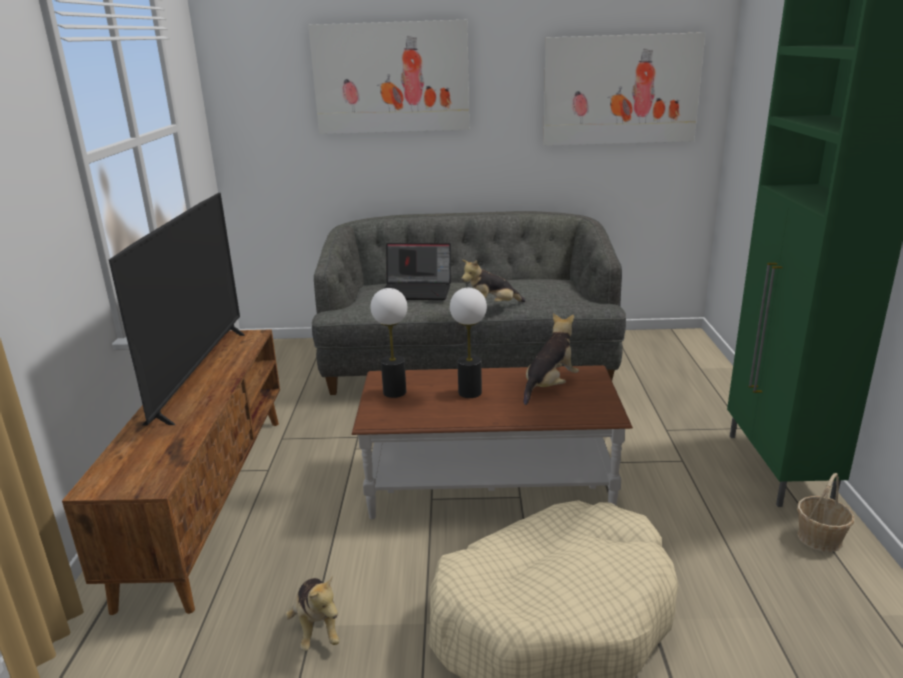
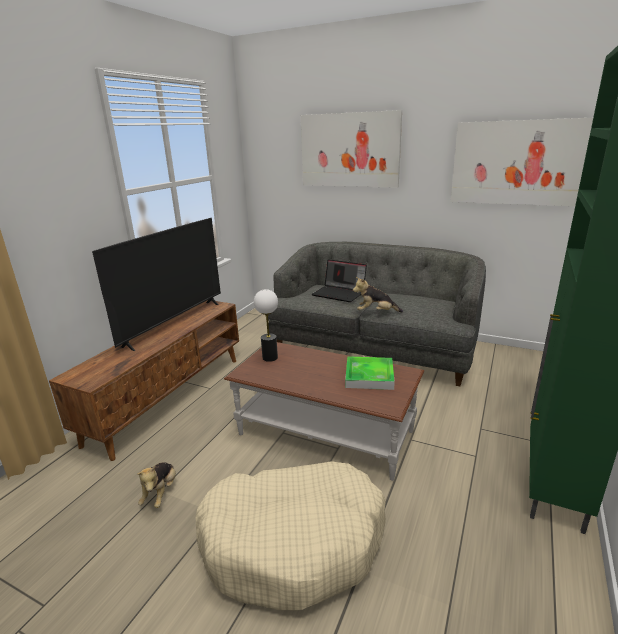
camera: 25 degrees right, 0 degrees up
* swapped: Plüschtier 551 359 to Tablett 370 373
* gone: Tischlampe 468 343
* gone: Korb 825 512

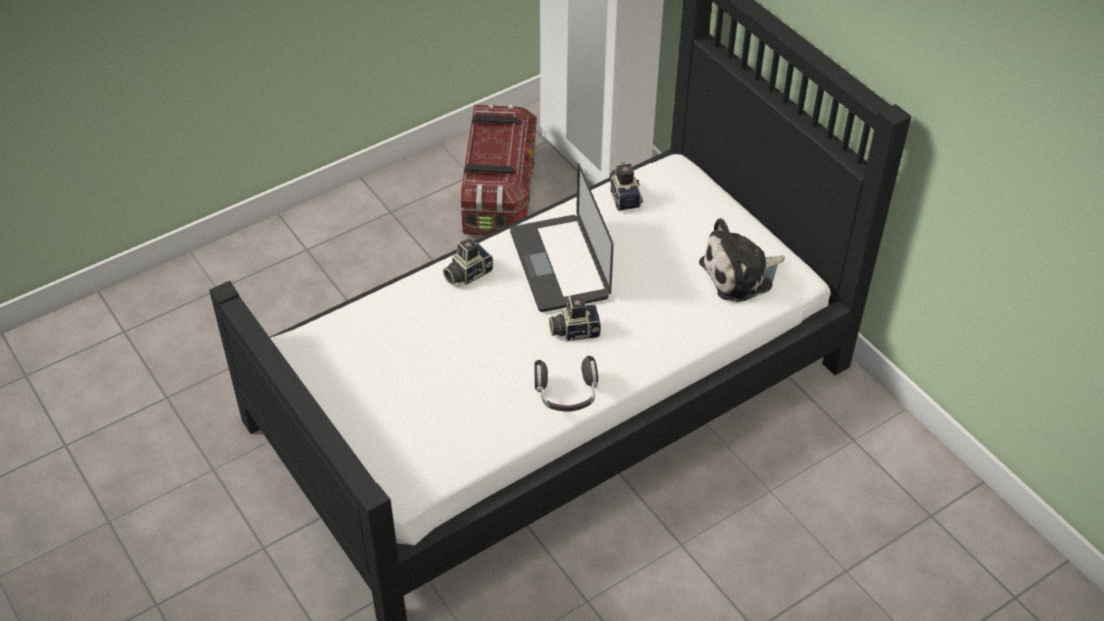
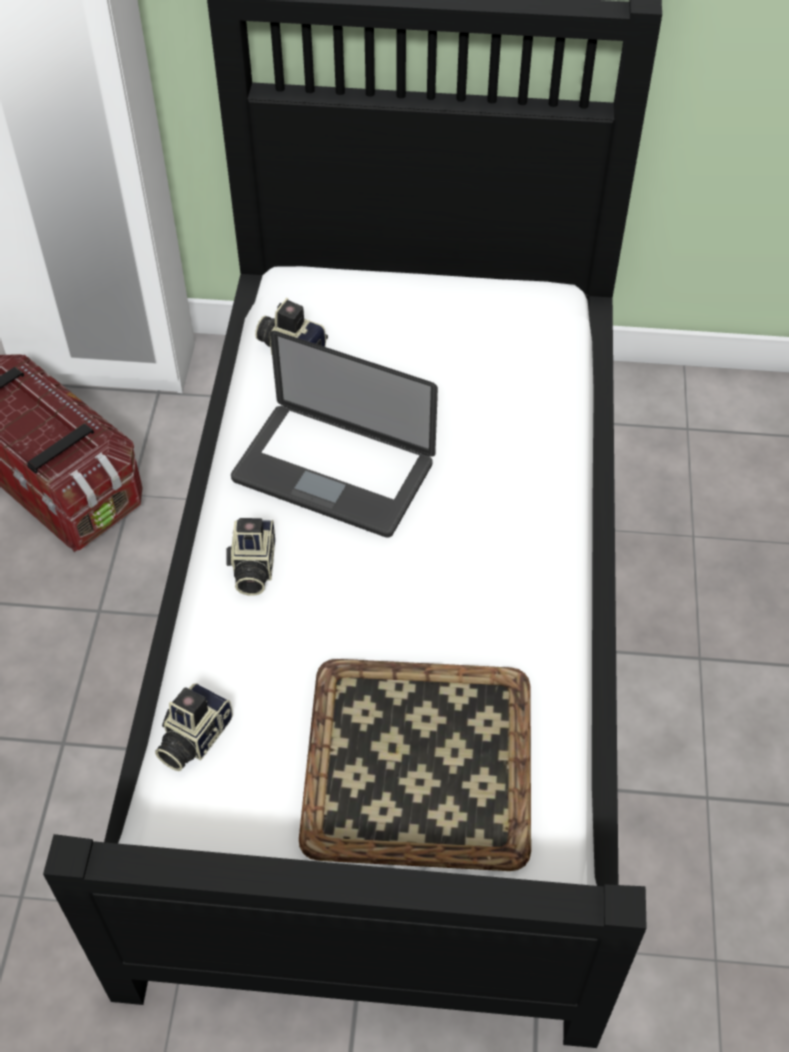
camera: 50 degrees left, 5 degrees up
* shifted: Kamera 575 318 to 194 727
* new: Tablett 415 765
* gone: Kopfhörer 566 384
* gone: Plüschtier 742 260

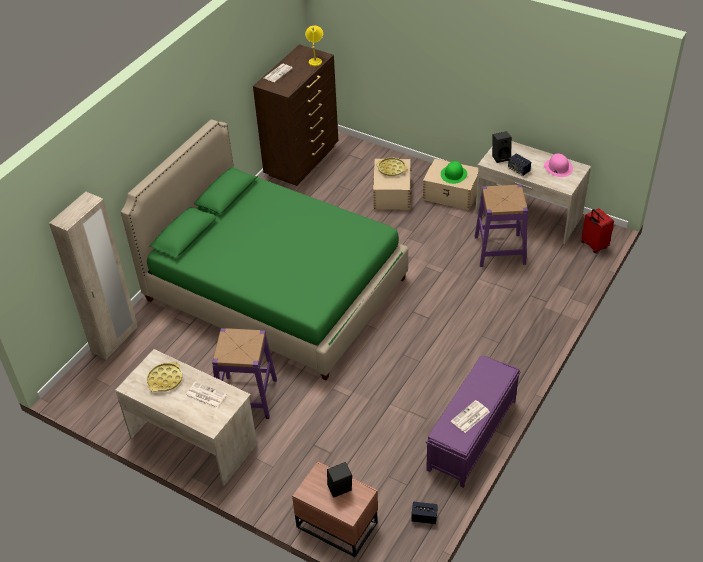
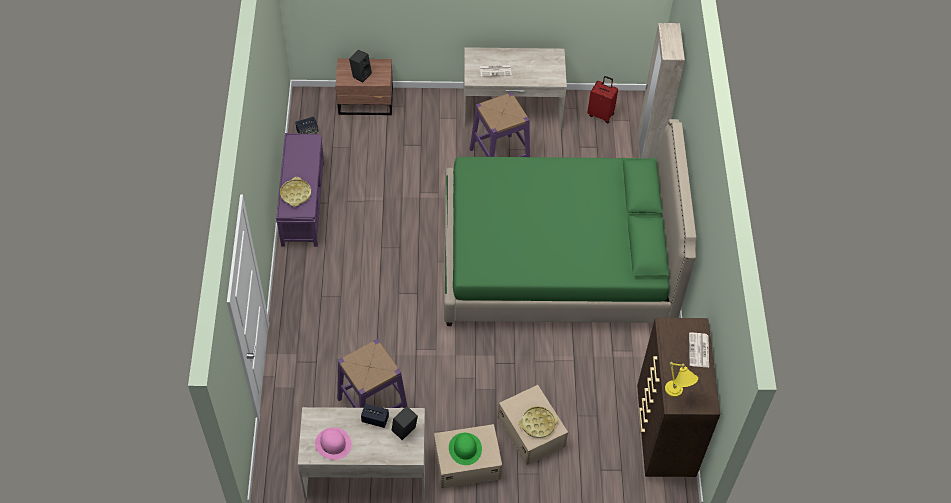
camera: 145 degrees right, 10 degrees up
* shifted: Tablett [gelb] 164 377 to 295 192
* shifted: Koffer [rot] 597 230 to 602 100
* gone: Zeitung 470 416

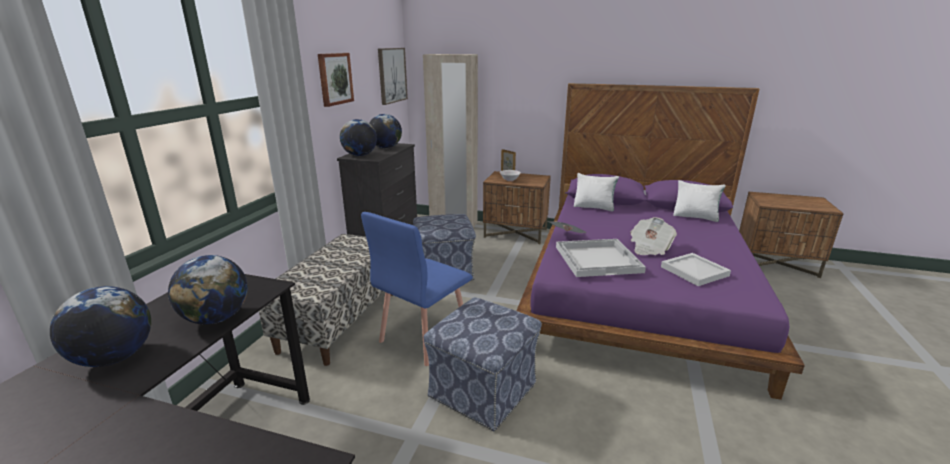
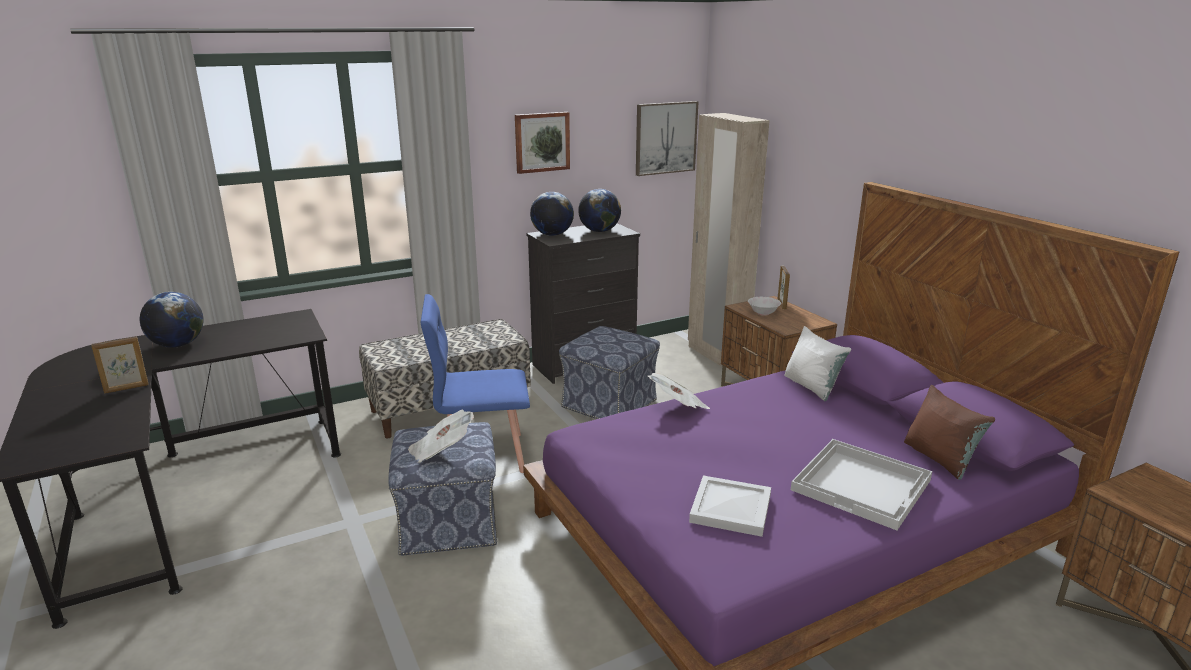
camera: 45 degrees right, 0 degrees up
* new: Bilderrahmen 120 365
* shifted: Zeitung 653 236 to 441 436
* shifted: Tablett [weiß] 601 258 to 861 484
* repainted: Kissen [weiß] 699 201 to Kissen [braun] 949 432
* gone: Globus 208 290

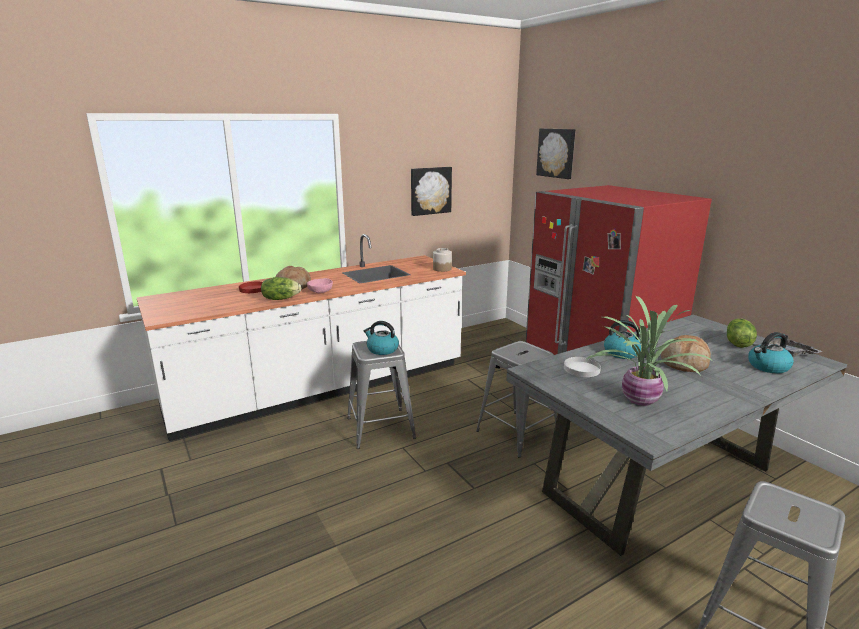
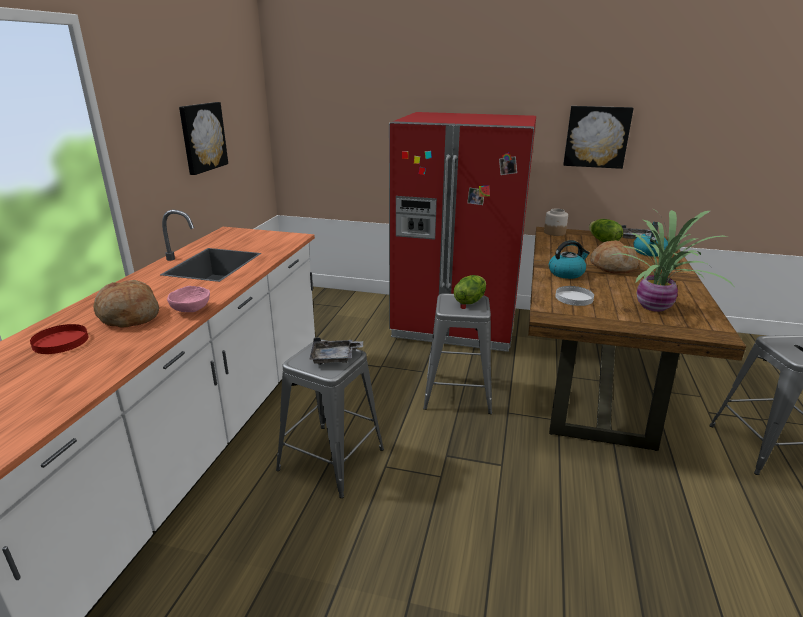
camera: 45 degrees left, 5 degrees up
* swapped: Wasserkessel 381 338 to Tablett [grau] 336 350
* shifted: Salatkopf 281 288 to 470 289
* repainted: Esstisch [grau] 676 435 to Esstisch [braun] 637 339
* shifted: Vorratsglas 442 260 to 556 222
* shifted: Bild 555 154 to 598 137

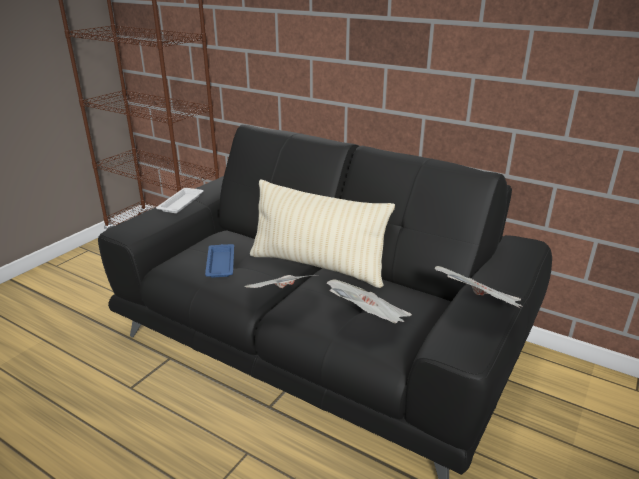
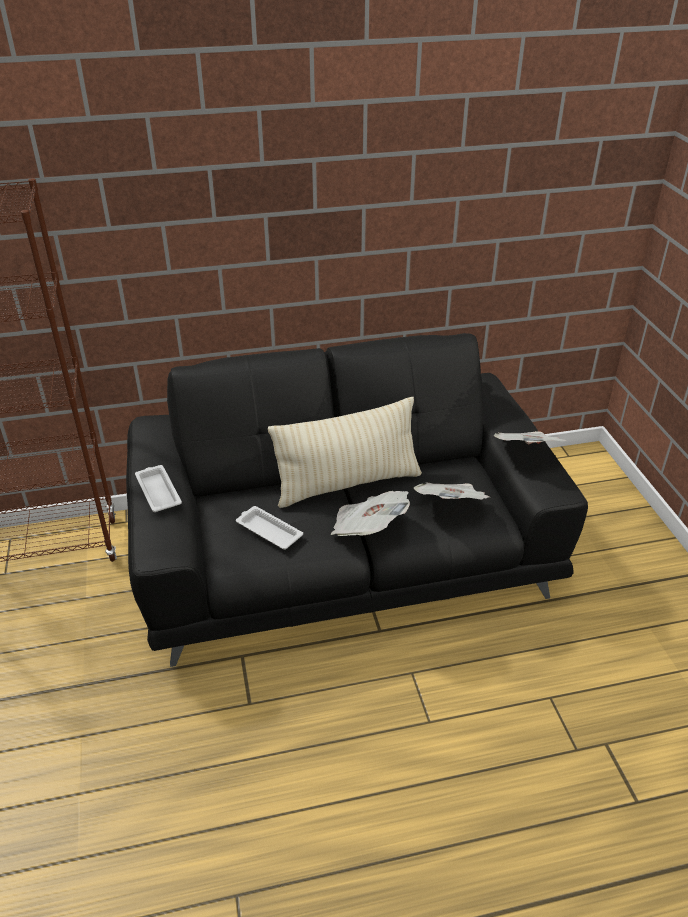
camera: 45 degrees left, 10 degrees up
* repainted: Tablett [blau] 219 261 to Tablett [weiß] 269 528

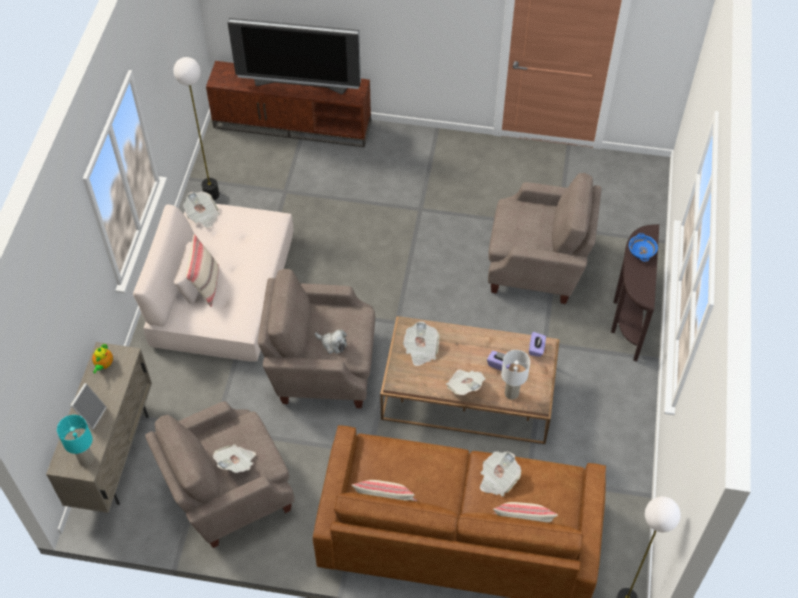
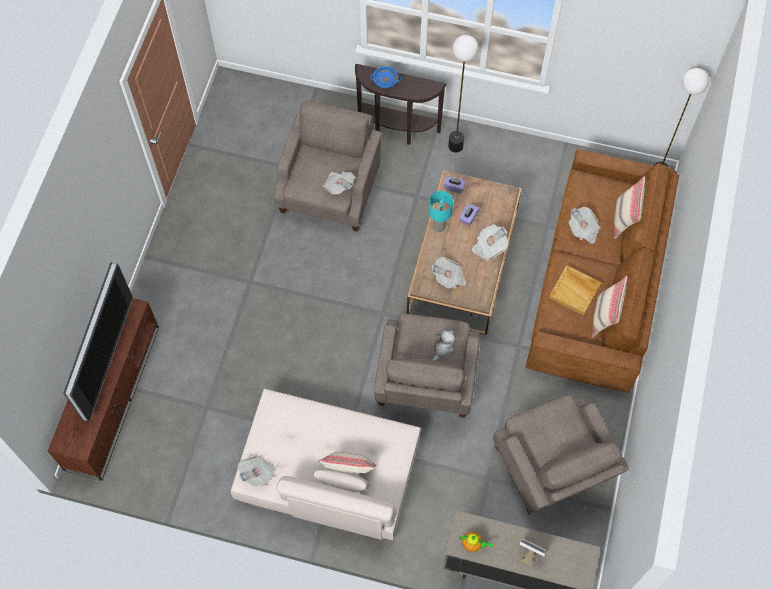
camera: 85 degrees left, 10 degrees up
* shifted: Zeitung 234 458 to 338 183
* shifted: Tischlampe [türkis] 75 440 to 441 211
* shifted: Stehlampe 196 128 to 463 93
* new: Tablett [beige] 575 290
* gone: Tischlampe [weiß] 515 374

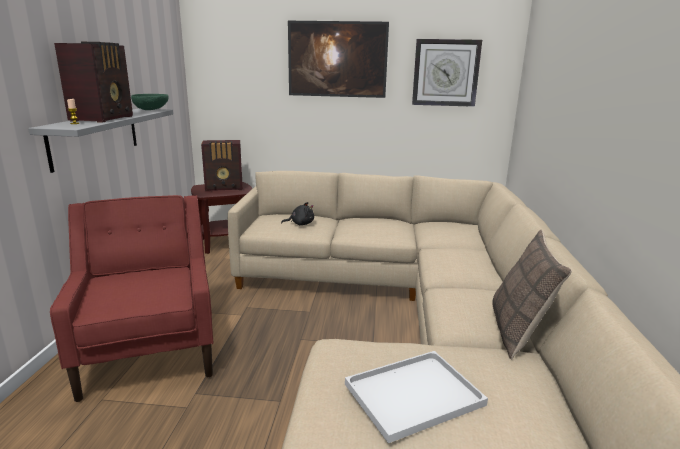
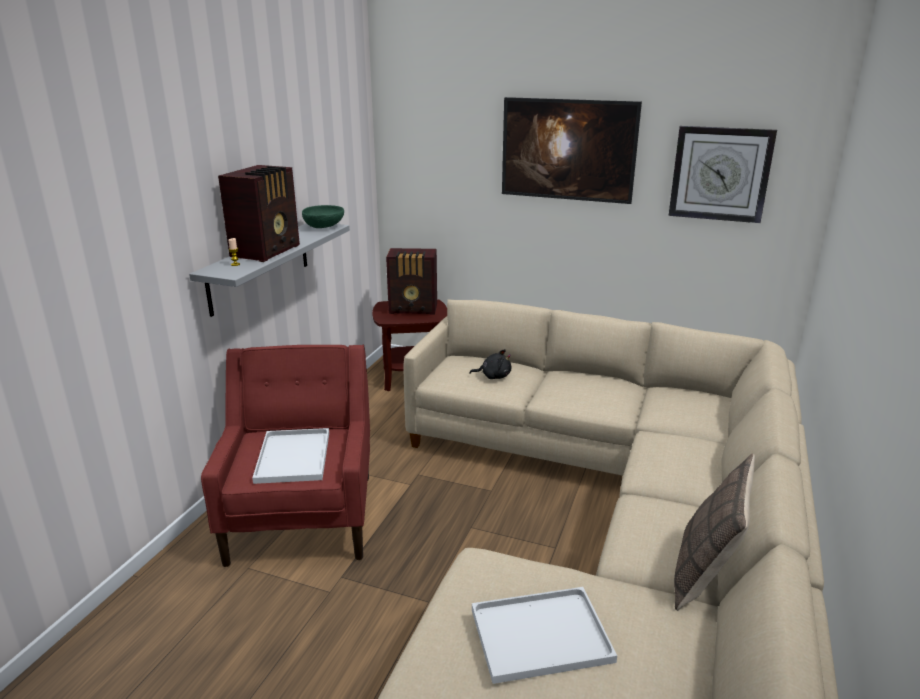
camera: 15 degrees right, 5 degrees up
* new: Tablett [weiß] 290 456

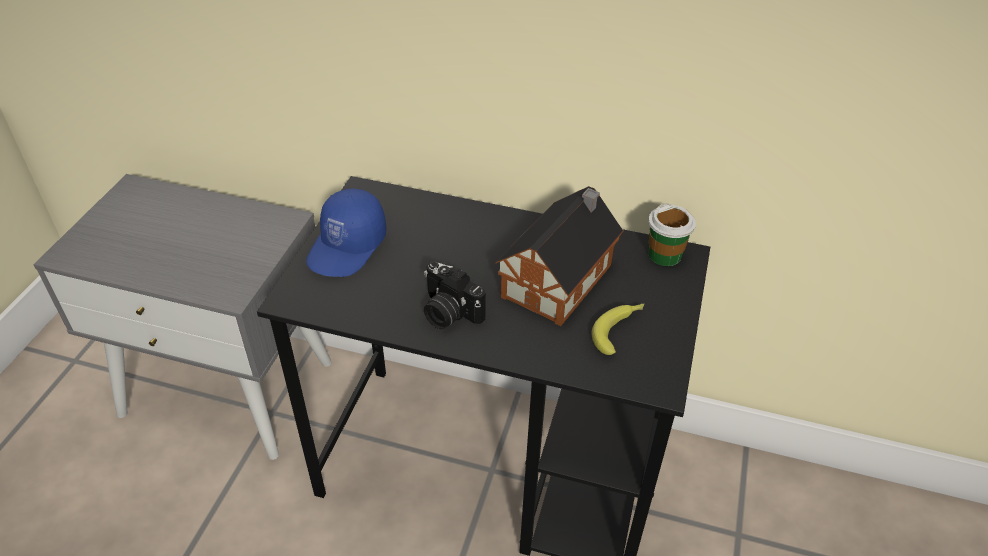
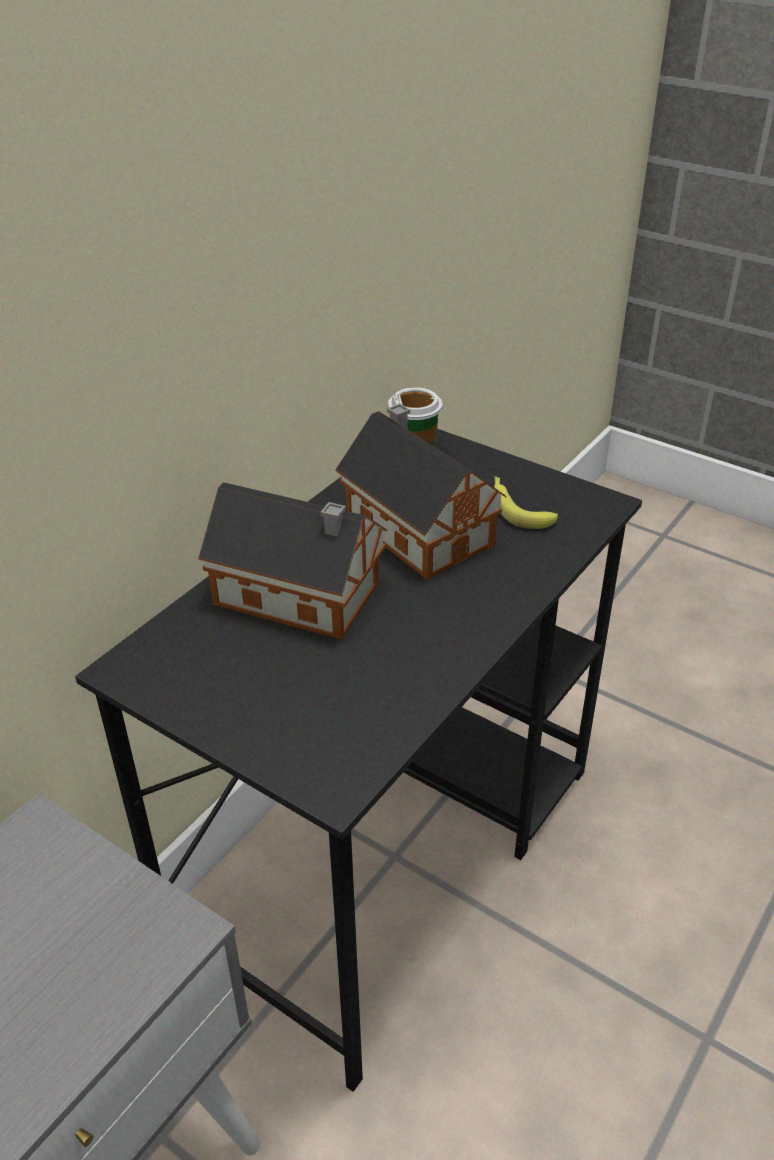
camera: 70 degrees left, 5 degrees down
* new: Spielzeughaus 292 560
* gone: Kappe [blau] 346 232
* gone: Kamera 455 295

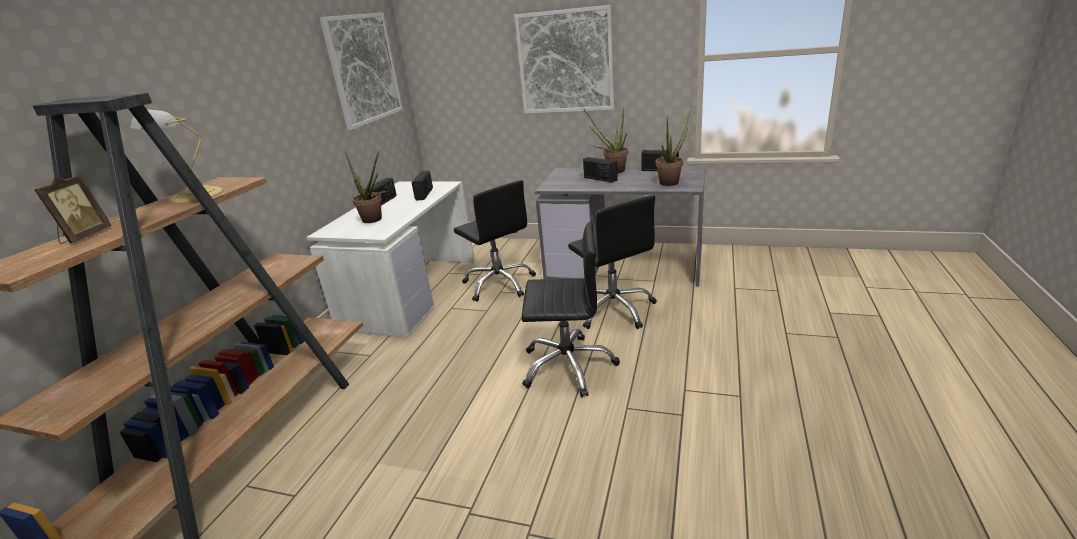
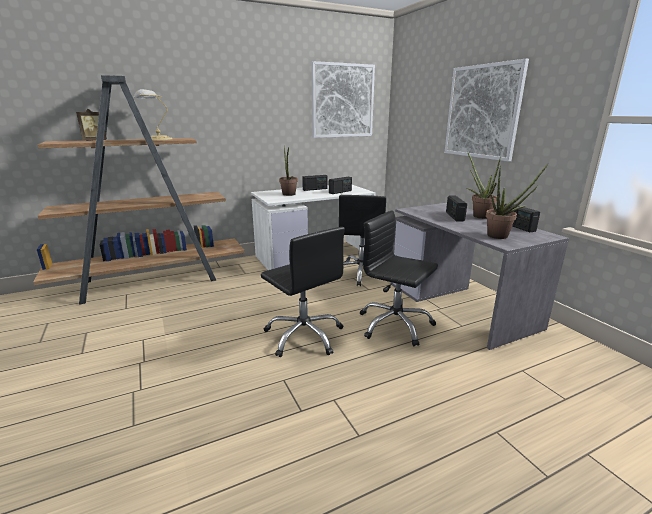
camera: 45 degrees right, 5 degrees down
* rotated: Bürostuhl [schwarz] 612 262 = 399 278 105 degrees clockwise

